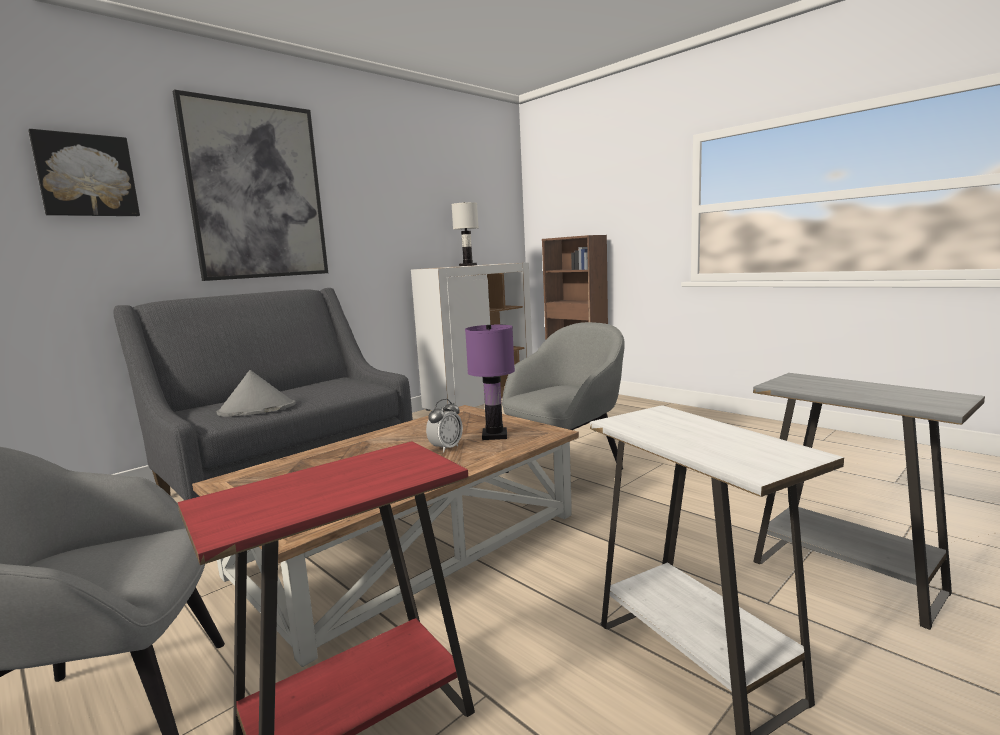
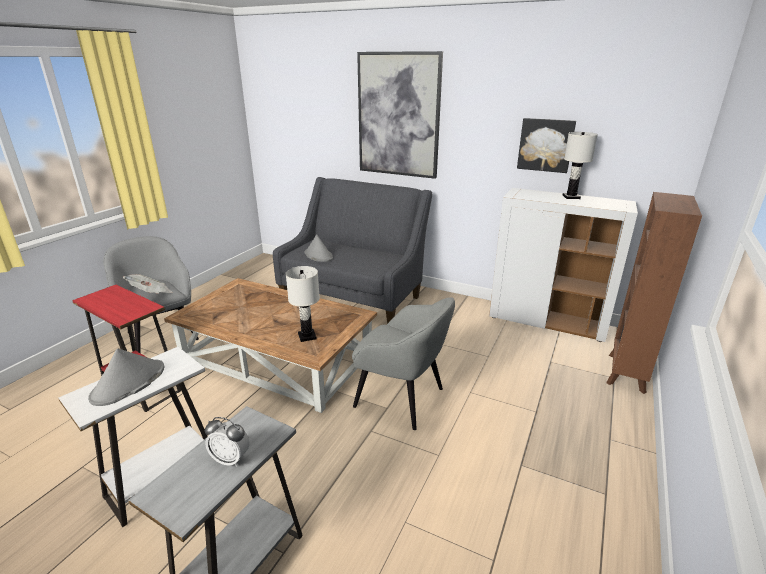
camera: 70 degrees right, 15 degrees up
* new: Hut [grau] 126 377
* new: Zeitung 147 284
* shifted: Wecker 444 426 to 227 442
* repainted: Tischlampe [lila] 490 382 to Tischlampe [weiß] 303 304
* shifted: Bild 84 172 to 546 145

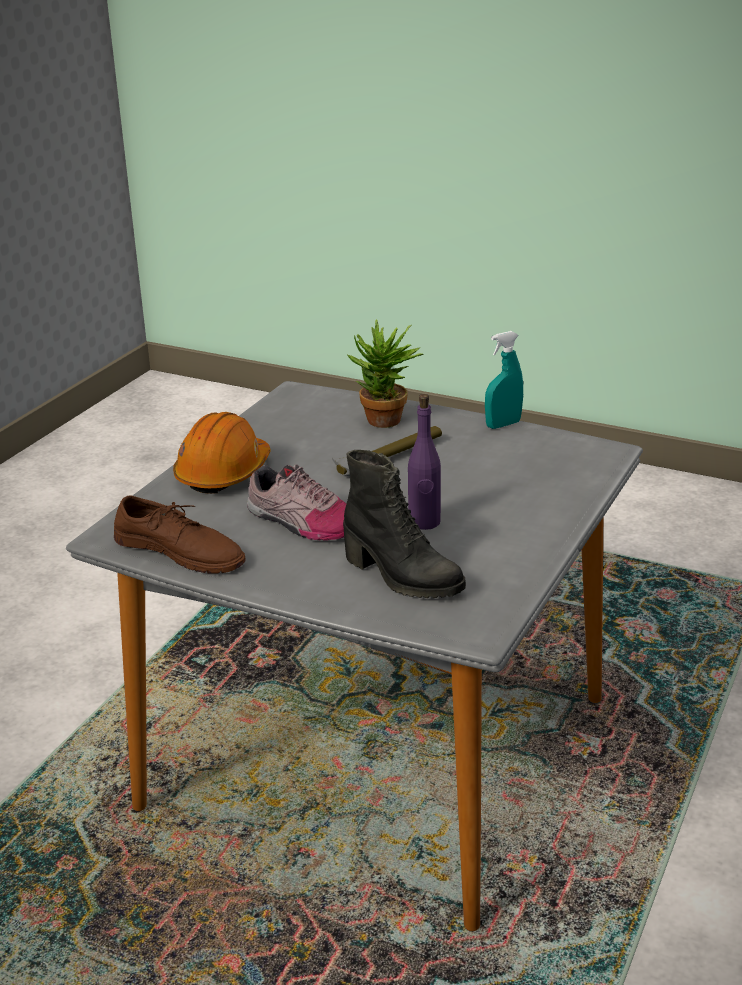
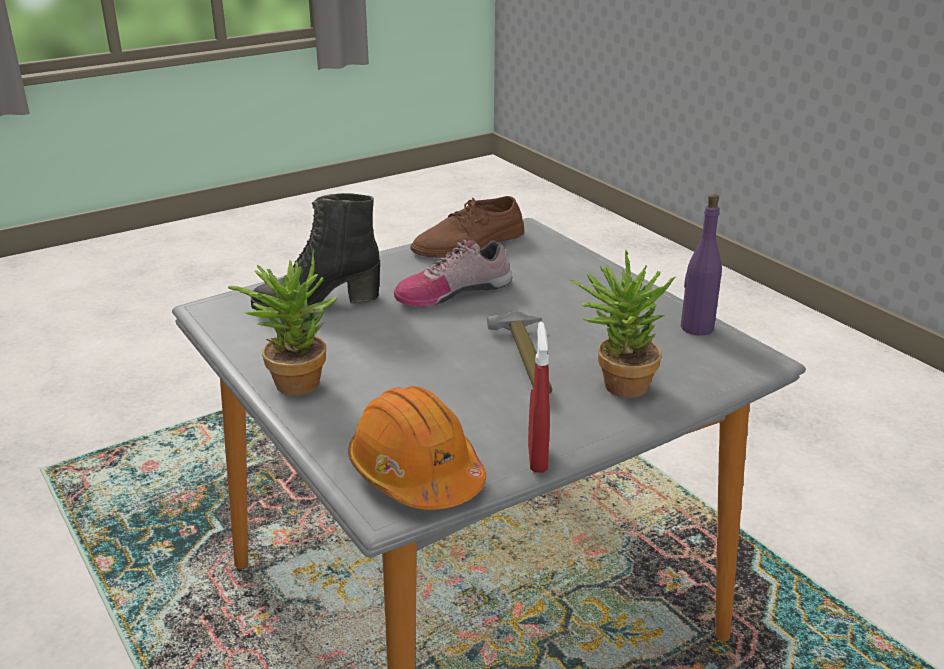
camera: 120 degrees right, 0 degrees up
* new: Topfpflanze 283 323
* shifted: Schutzhelm [orange] 222 453 to 417 448
* repainted: Sprühflasche [türkis] 504 380 to Sprühflasche [rot] 539 397
* shifted: Flasche [lila] 424 462 to 701 265

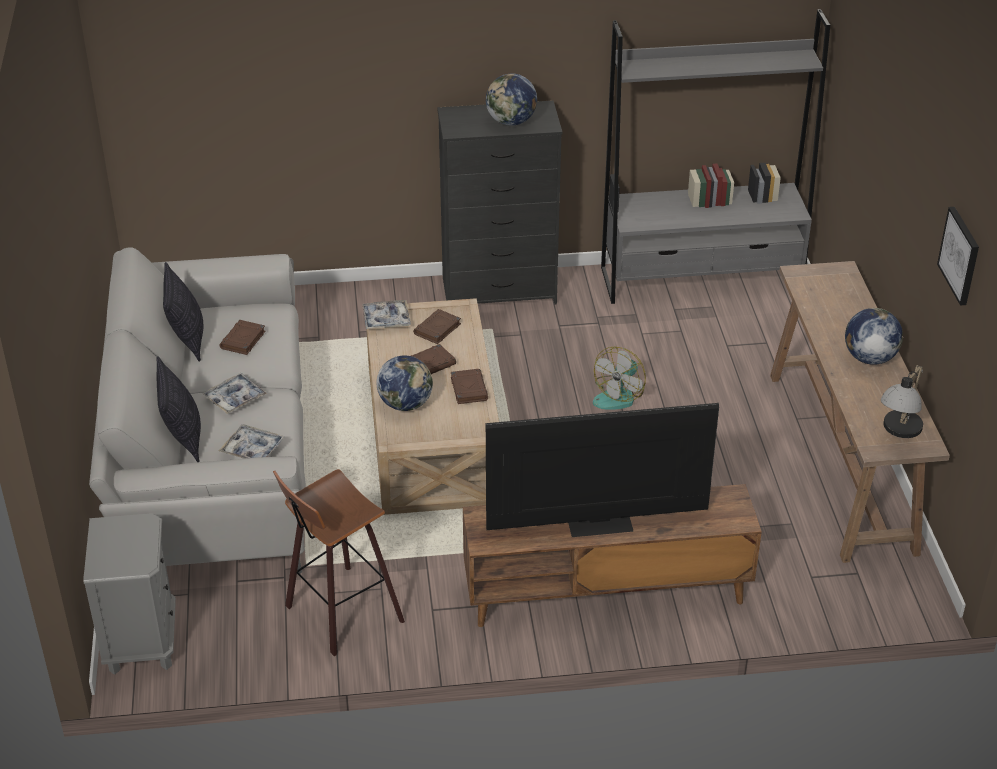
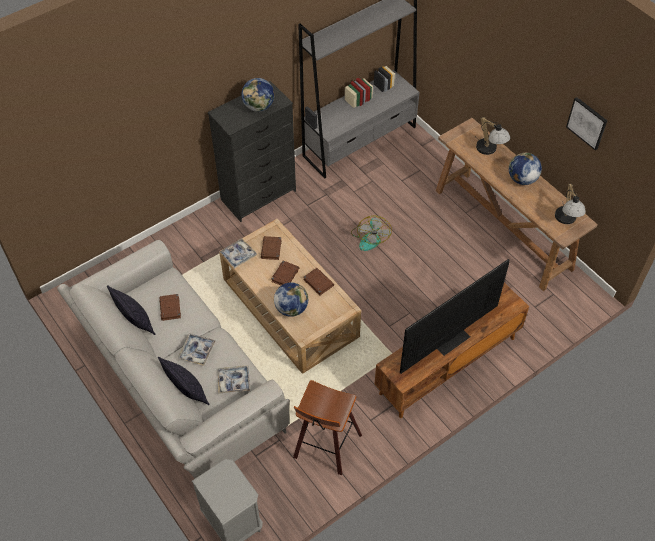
camera: 30 degrees left, 15 degrees up
* new: Tischlampe 492 136

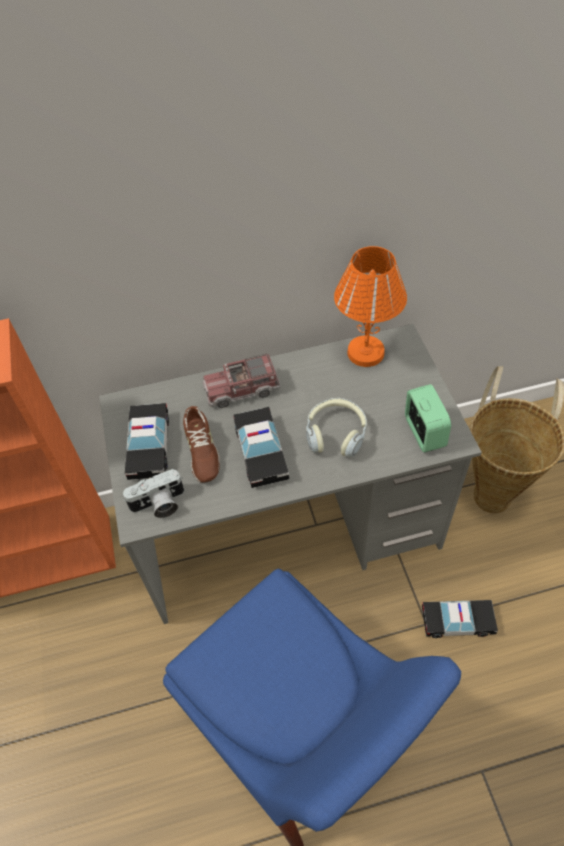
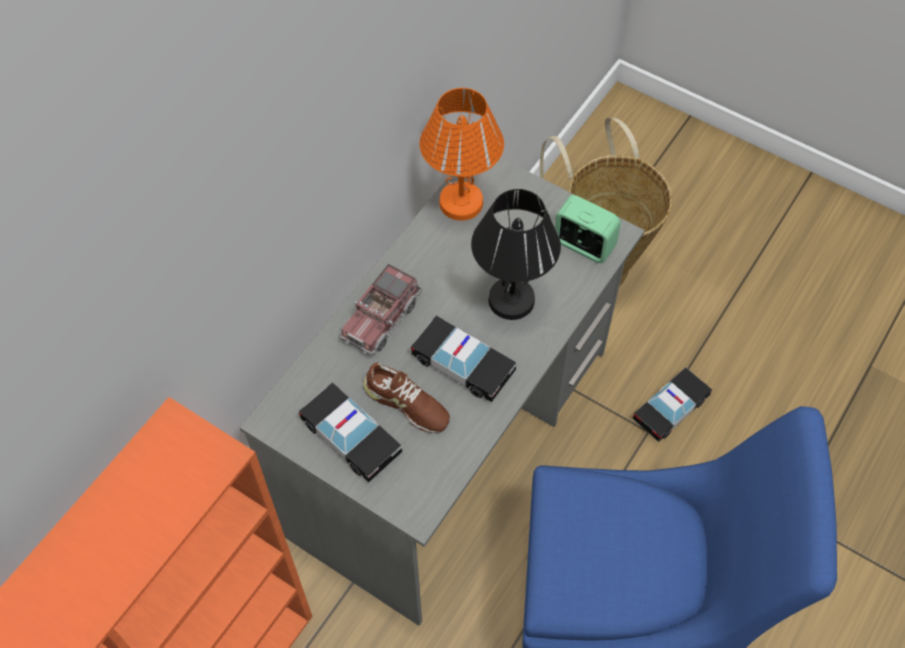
camera: 45 degrees left, 5 degrees up
* swapped: Kopfhörer 336 427 to Tischlampe [schwarz] 516 254
* gone: Kamera 153 493

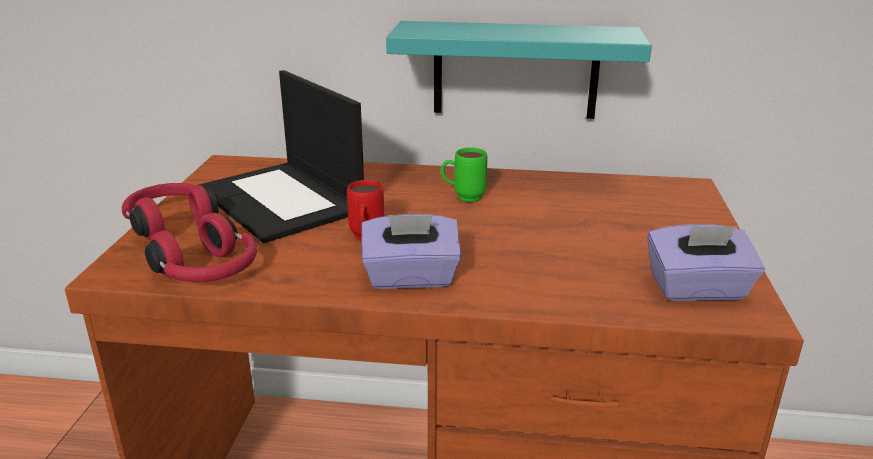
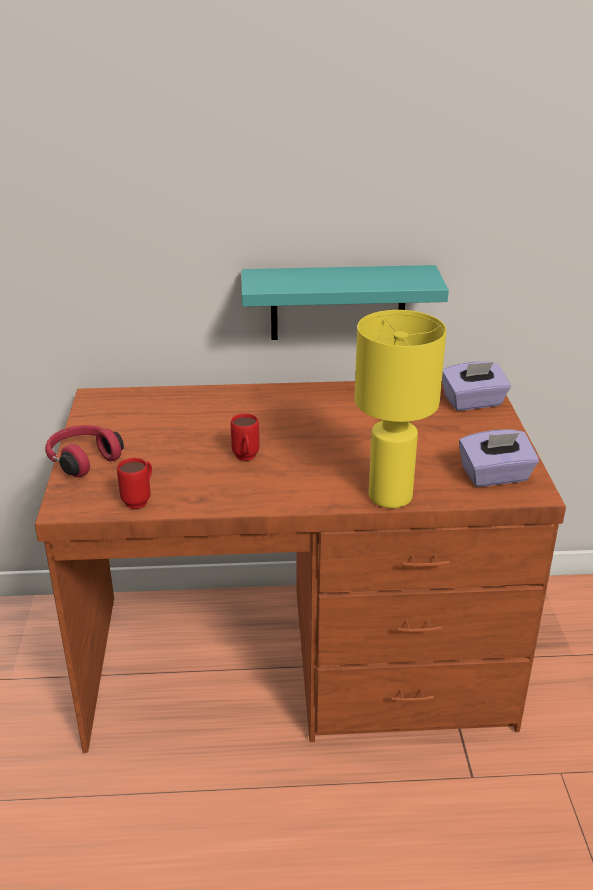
camera: 10 degrees left, 5 degrees up
* swapped: Kopfhörer [rot] 201 247 to Henkelbecher [rot] 134 483
* new: Tischlampe [gelb] 400 409
* shifted: Taschentuchbox [lila] 411 251 to 476 386
* gone: Laptop 281 156
* gone: Henkelbecher [grün] 464 175

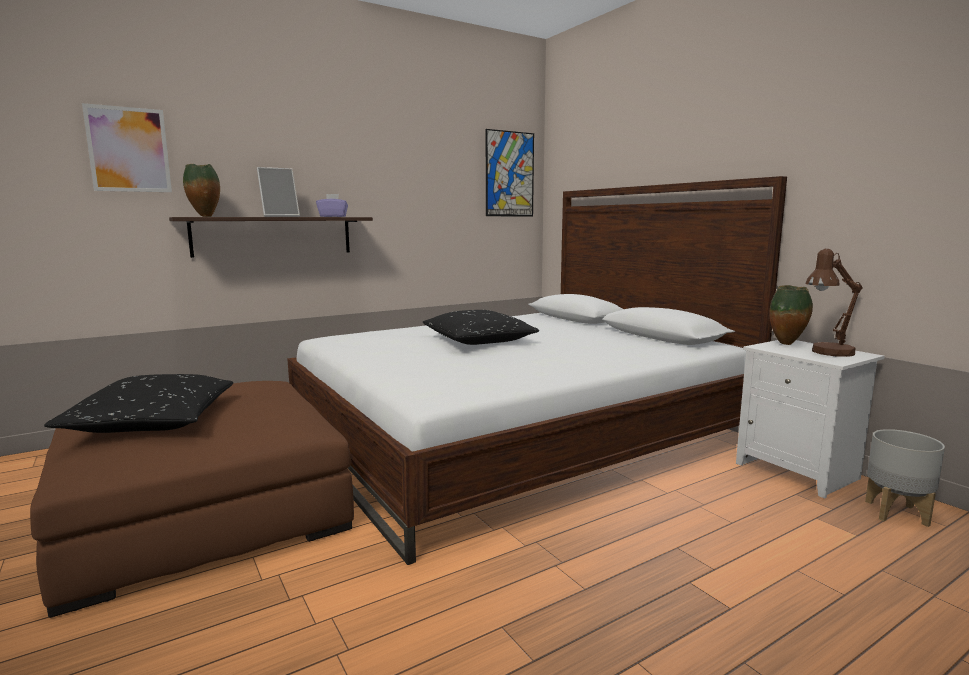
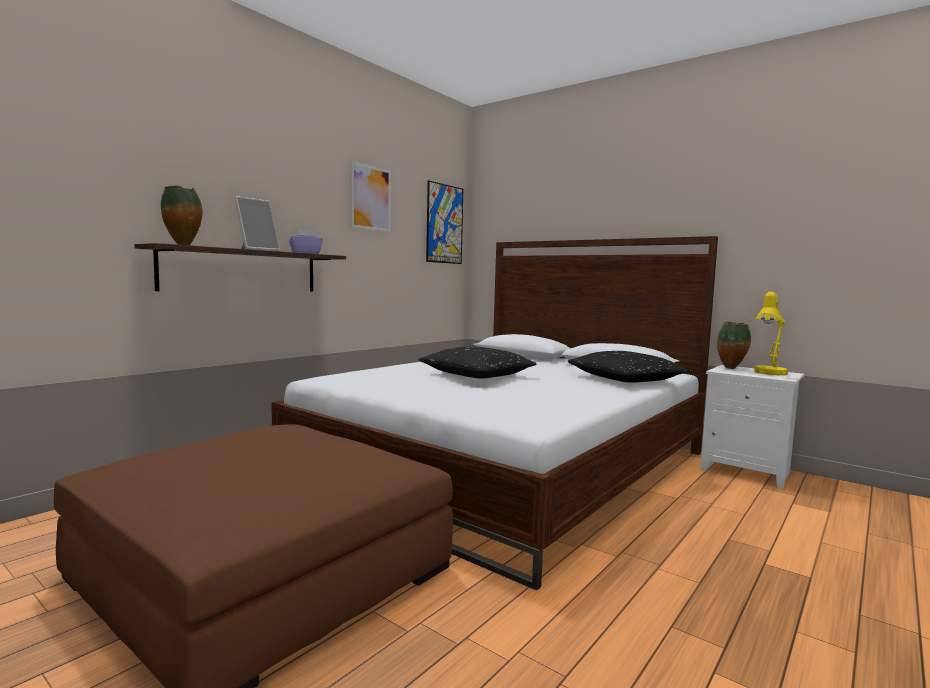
camera: 20 degrees left, 5 degrees down
* shifted: Bild 127 147 to 370 196
* shifted: Kissen [schwarz] 138 403 to 628 367
* repainted: Tischlampe [braun] 834 303 to Tischlampe [gelb] 771 333
* gone: Pflanzkübel [grau] 905 478

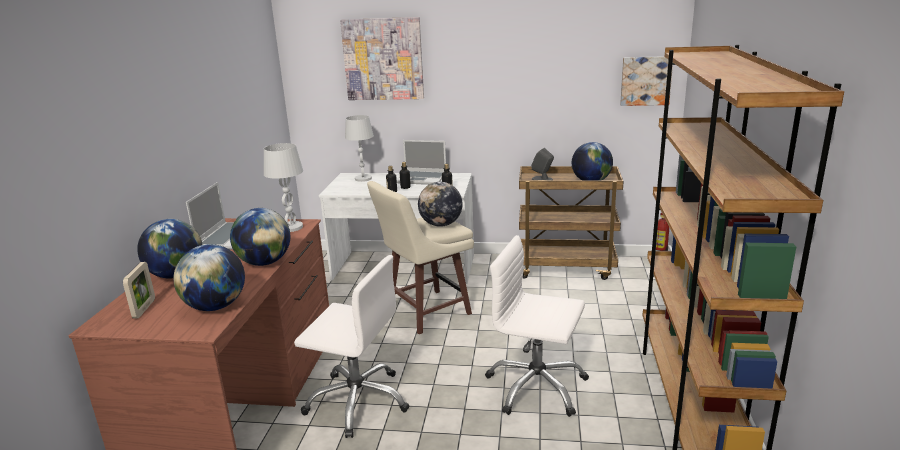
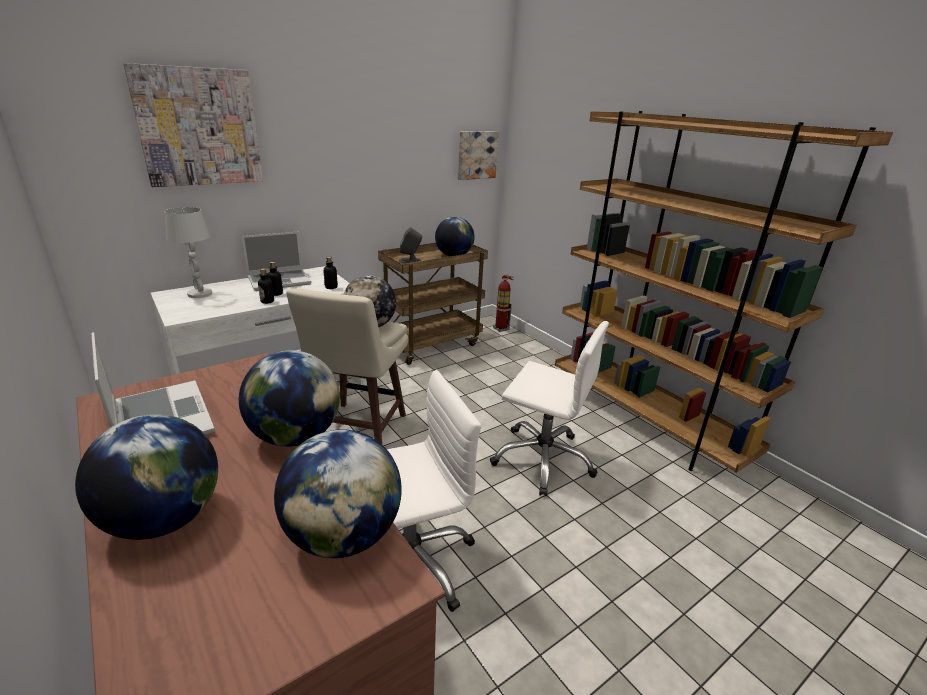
camera: 45 degrees left, 5 degrees up
* rotated: Bürostuhl [weiß] 537 326 = 549 408 135 degrees counterclockwise
* gone: Bilderrahmen 139 290
* gone: Tischlampe [weiß] 283 187

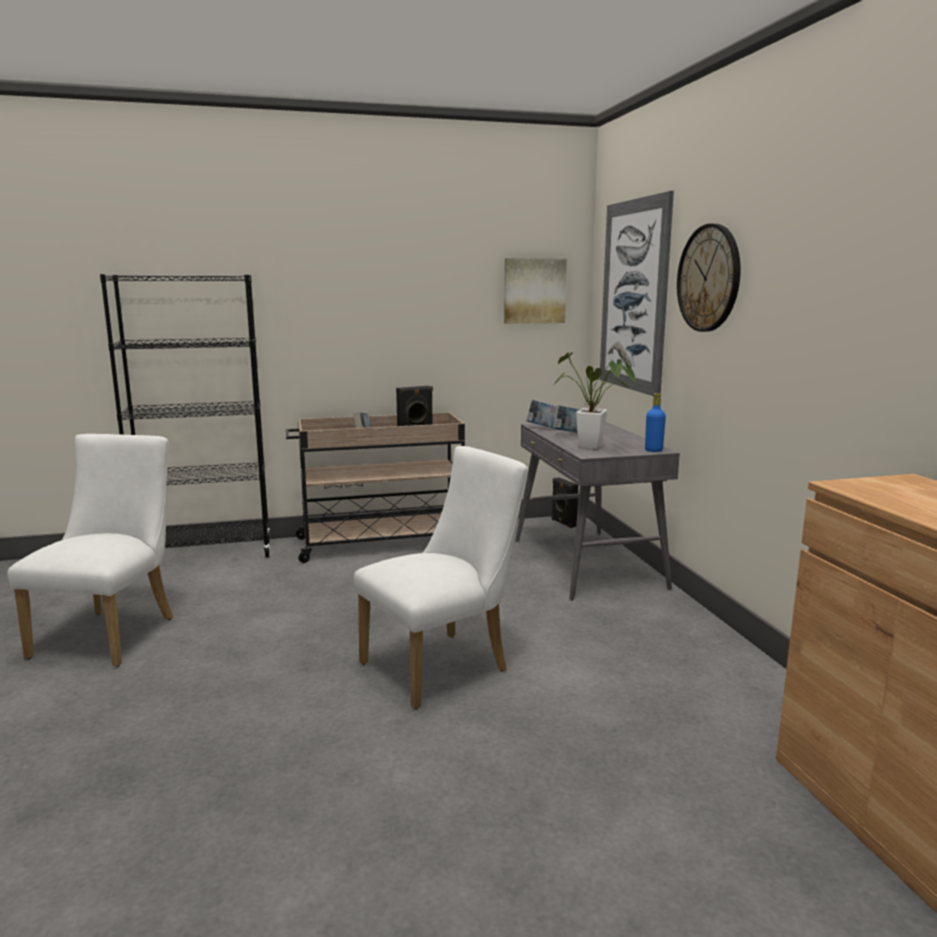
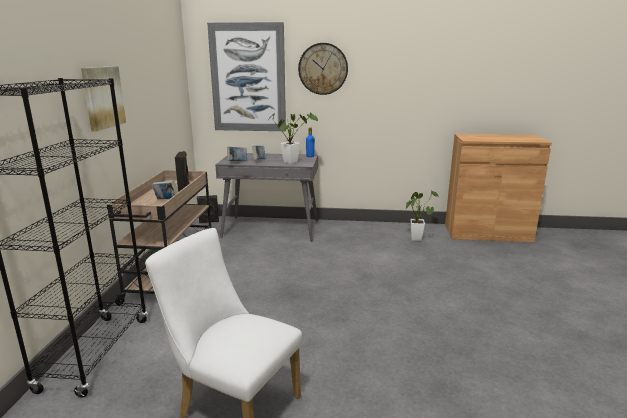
camera: 70 degrees left, 5 degrees up
* shifted: Bild 535 291 to 103 99
* new: Topfpflanze 422 215
* gone: Stuhl [weiß] 441 577

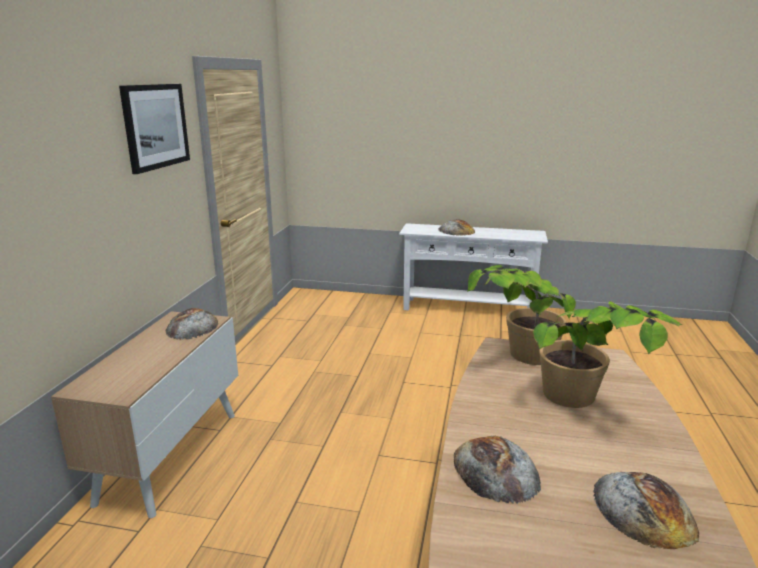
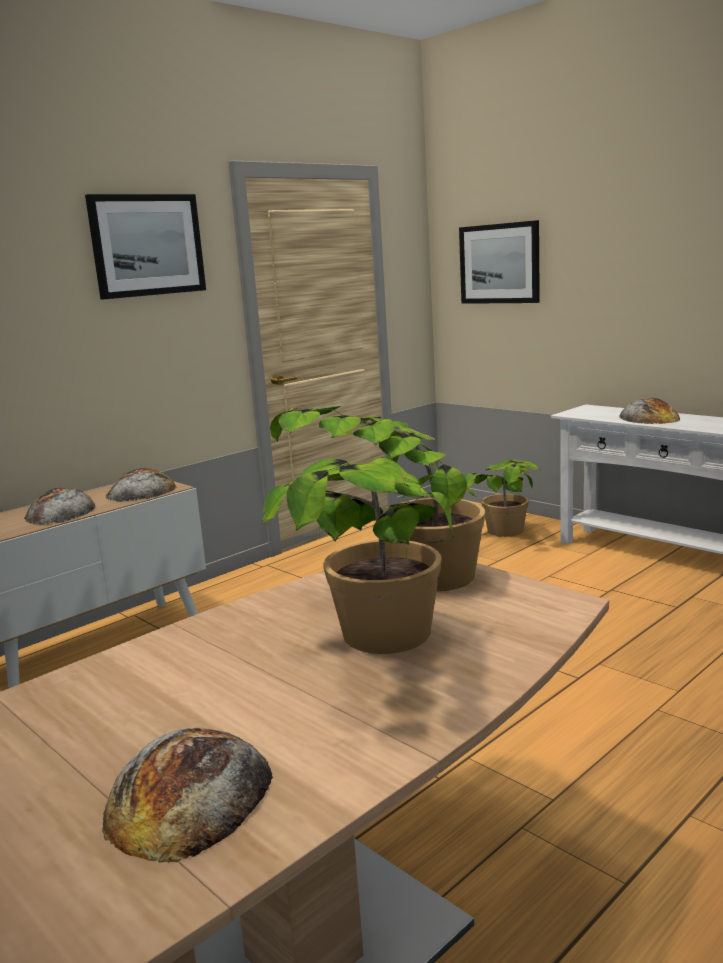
camera: 35 degrees right, 5 degrees down
* shifted: Brot 497 470 to 60 506
* new: Bild 499 262
* new: Topfpflanze 502 498

